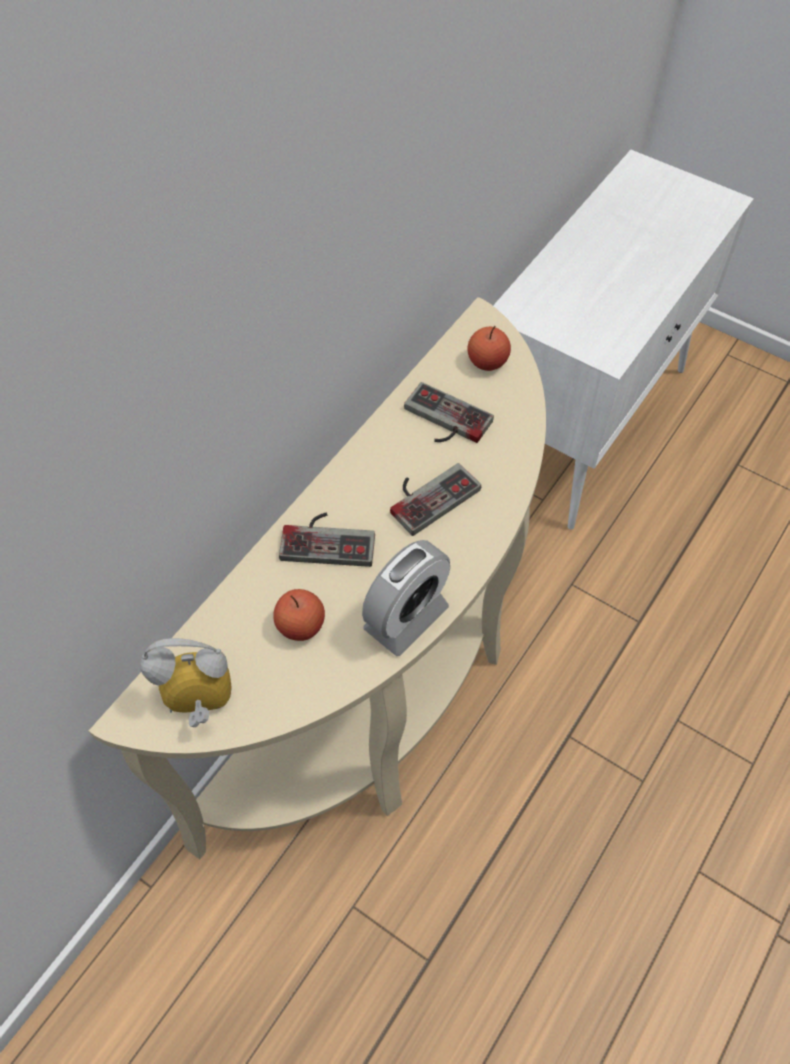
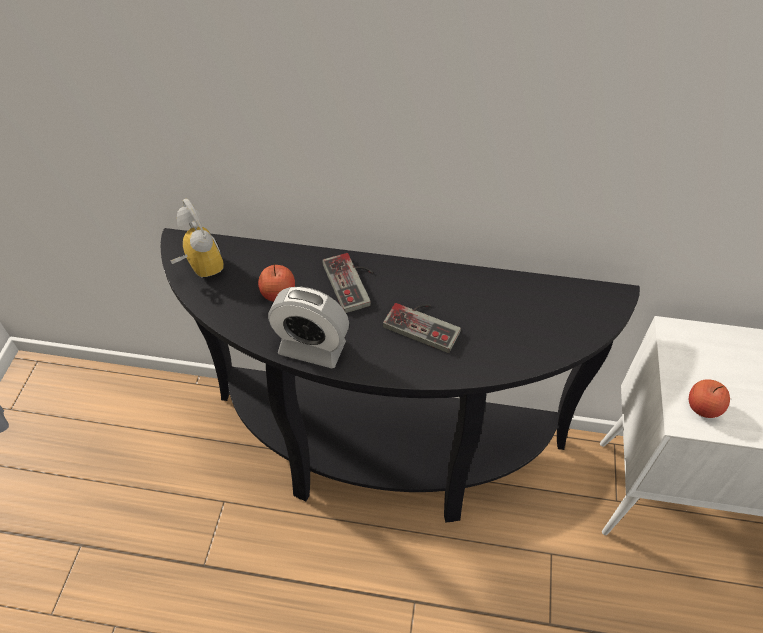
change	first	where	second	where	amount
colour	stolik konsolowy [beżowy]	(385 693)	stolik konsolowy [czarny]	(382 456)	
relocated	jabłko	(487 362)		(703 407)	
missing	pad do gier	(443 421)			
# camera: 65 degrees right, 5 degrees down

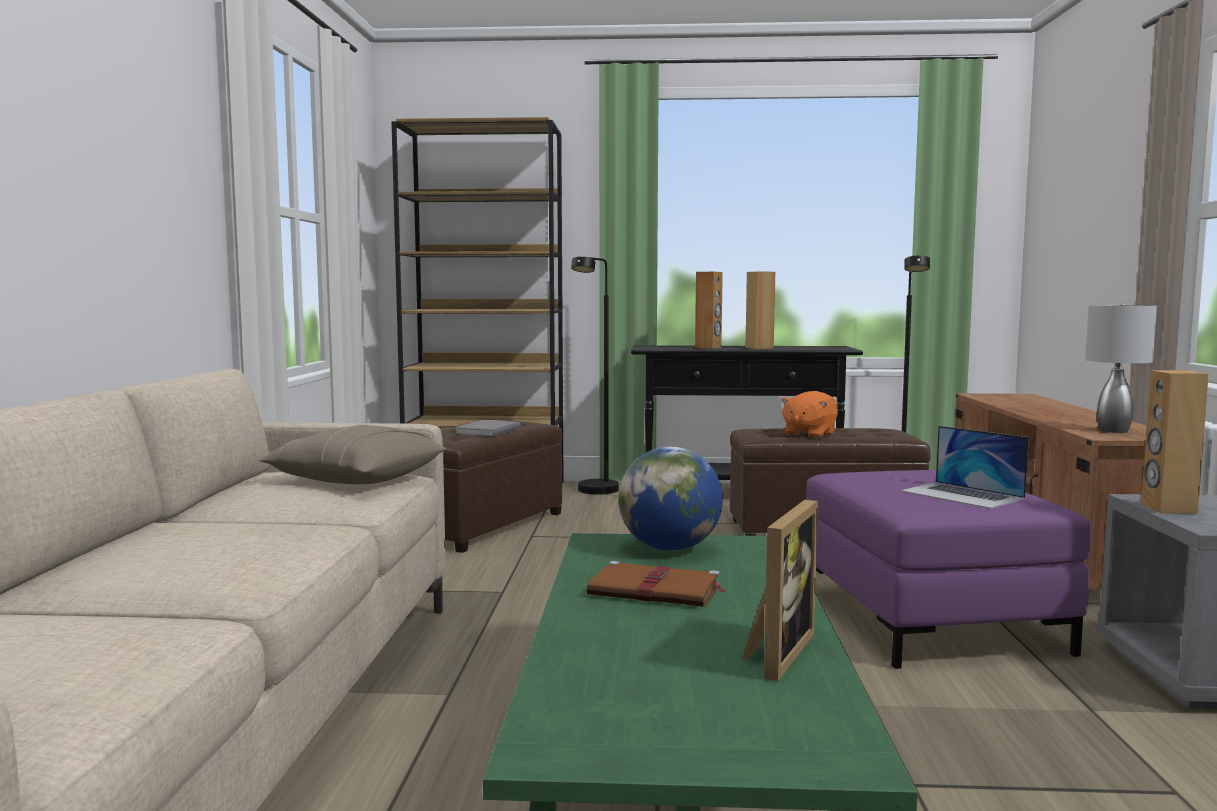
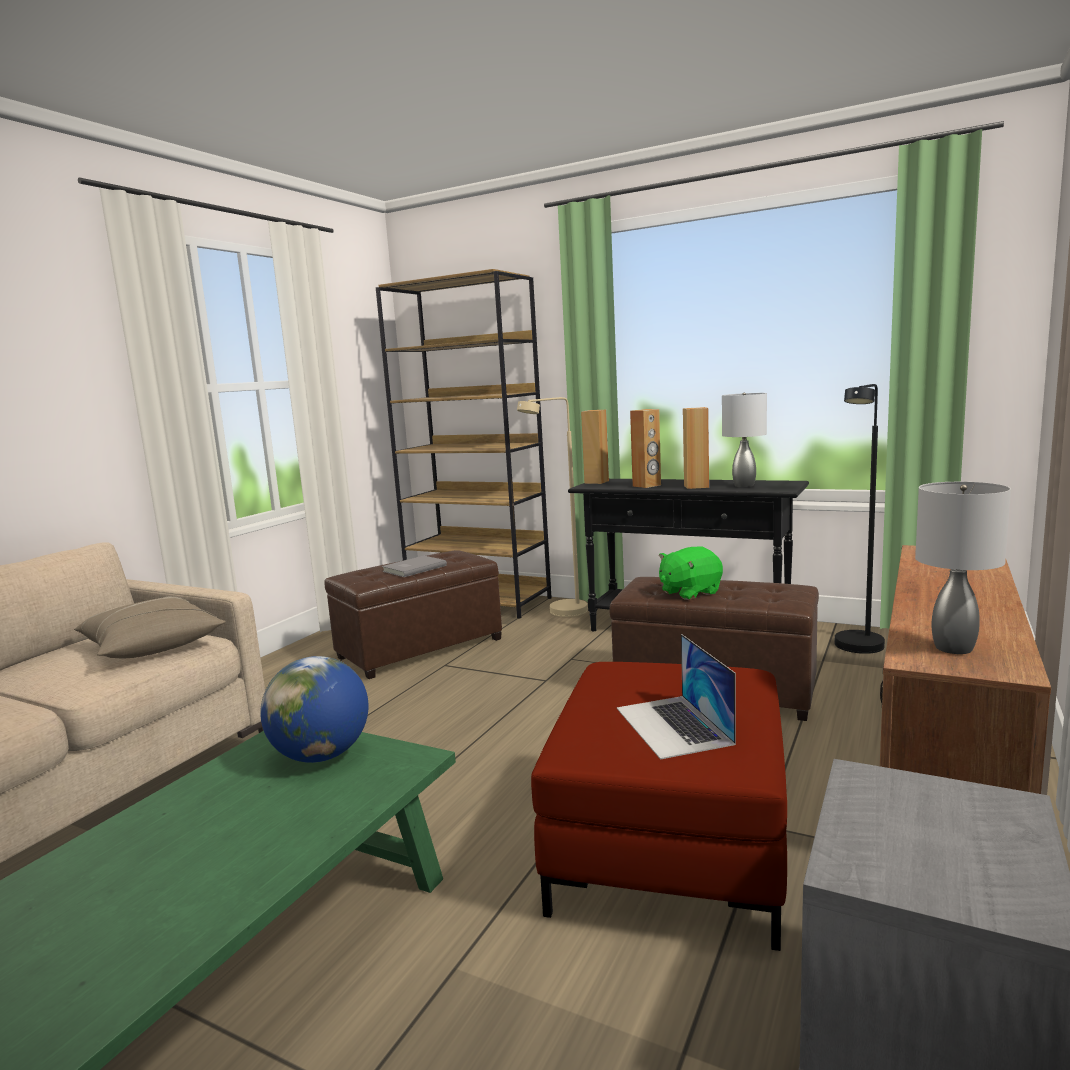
change	first	where	second	where	amount
colour	lampa stojąca [czarny]	(595 492)	lampa stojąca [beżowy]	(562 614)	
colour	pufa [fioletowy]	(931 620)	pufa [czerwony]	(671 848)	
relocated	głośnik [brązowy]	(1168 509)		(596 482)	
colour	pluszak [pomarańczowy]	(808 434)	pluszak [zielony]	(689 592)	
appeared			lampa stołowa [szary]	(743 485)	
missing	książka [brązowy]	(657 591)			
missing	ramka na zdjęcie	(775 653)			
# camera: 25 degrees right, 5 degrees up

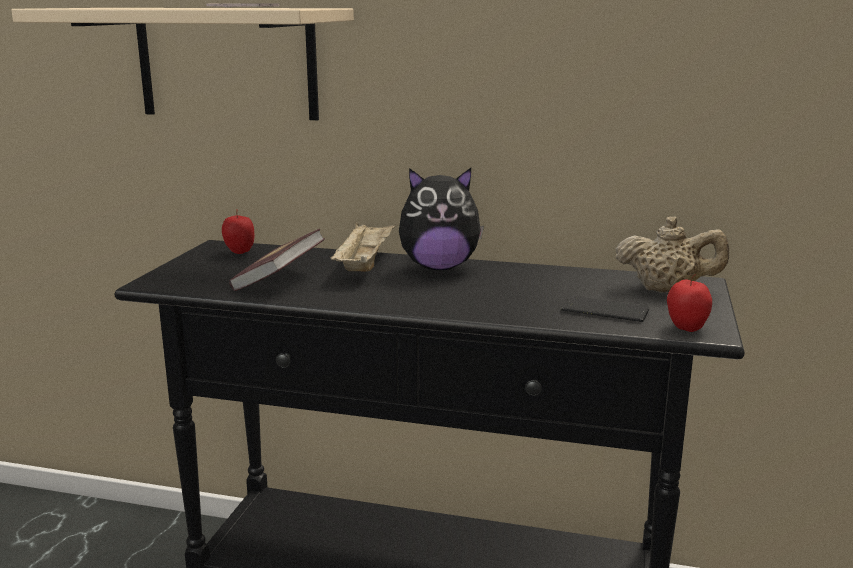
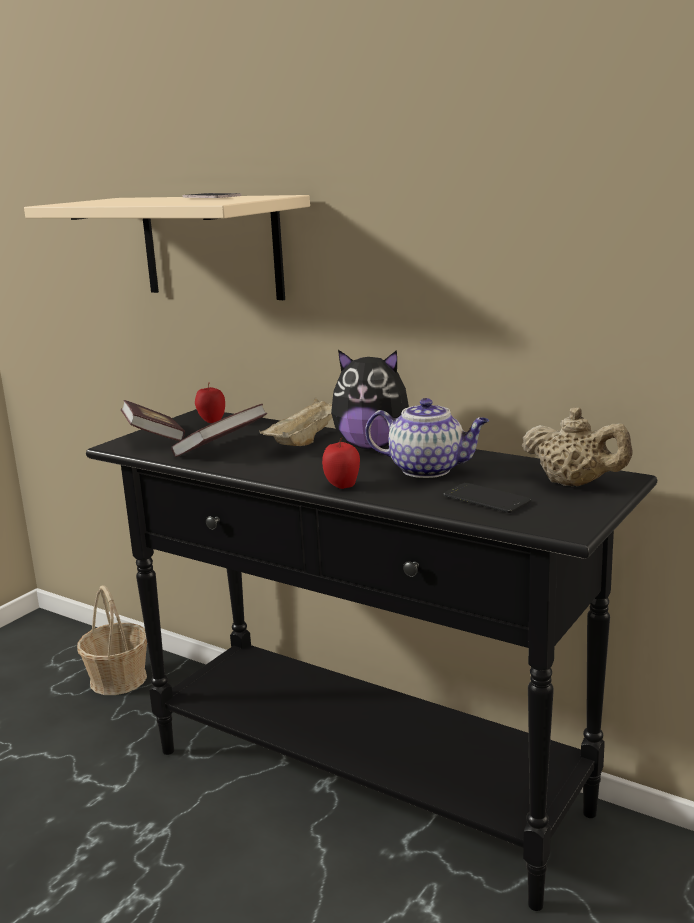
change	first	where	second	where	amount
appeared			koszyk	(118 679)	
appeared			książka	(154 439)	
relocated	jabłko	(686 328)		(342 486)	
appeared			imbryk	(428 469)	
# camera: 20 degrees right, 0 degrees up

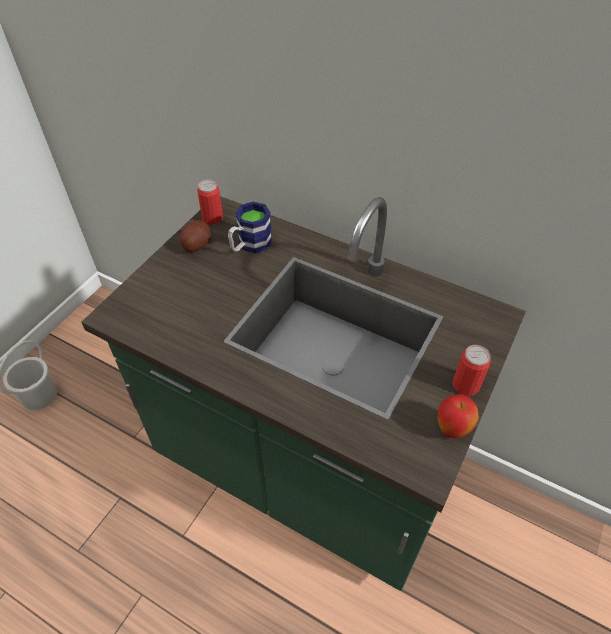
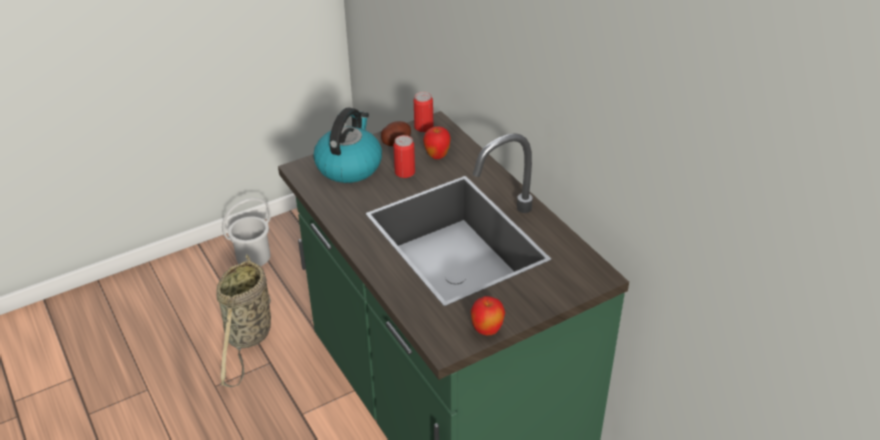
change	first	where	second	where	amount
appeared			koszyk	(249 337)	
appeared			czajnik	(349 166)	
relocated	puszka	(465 385)		(405 172)	
exchanged	kubek	(249 245)	jabłko	(437 156)	
# camera: 30 degrees right, 10 degrees down

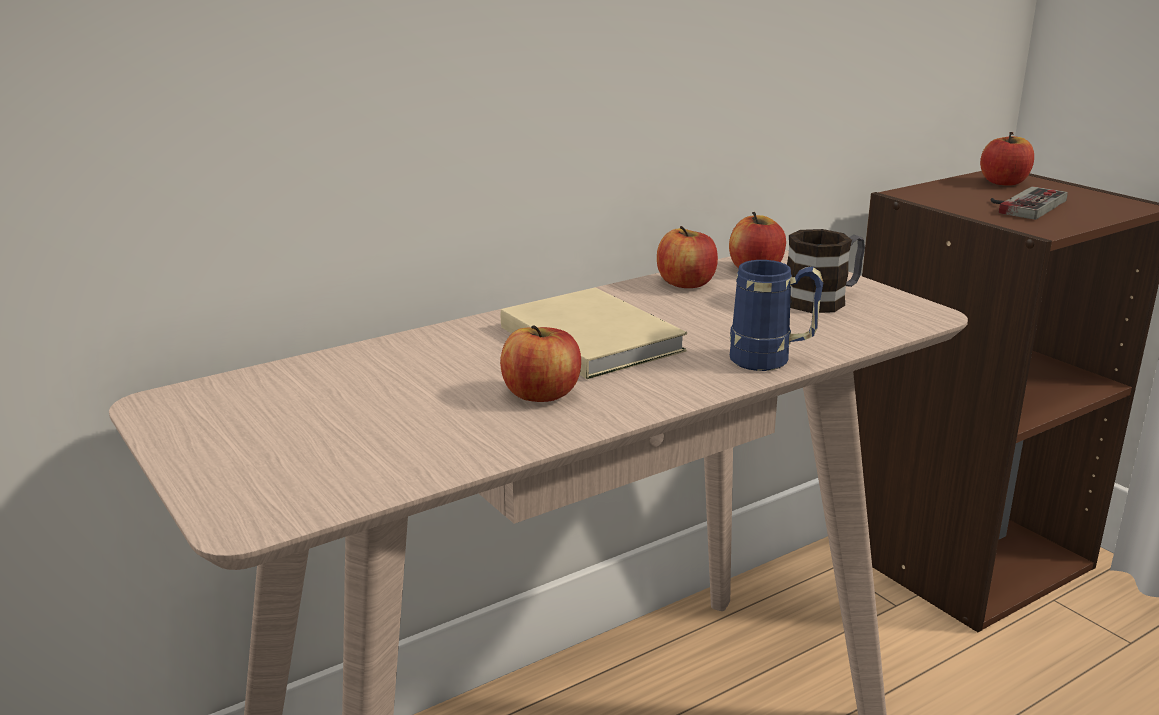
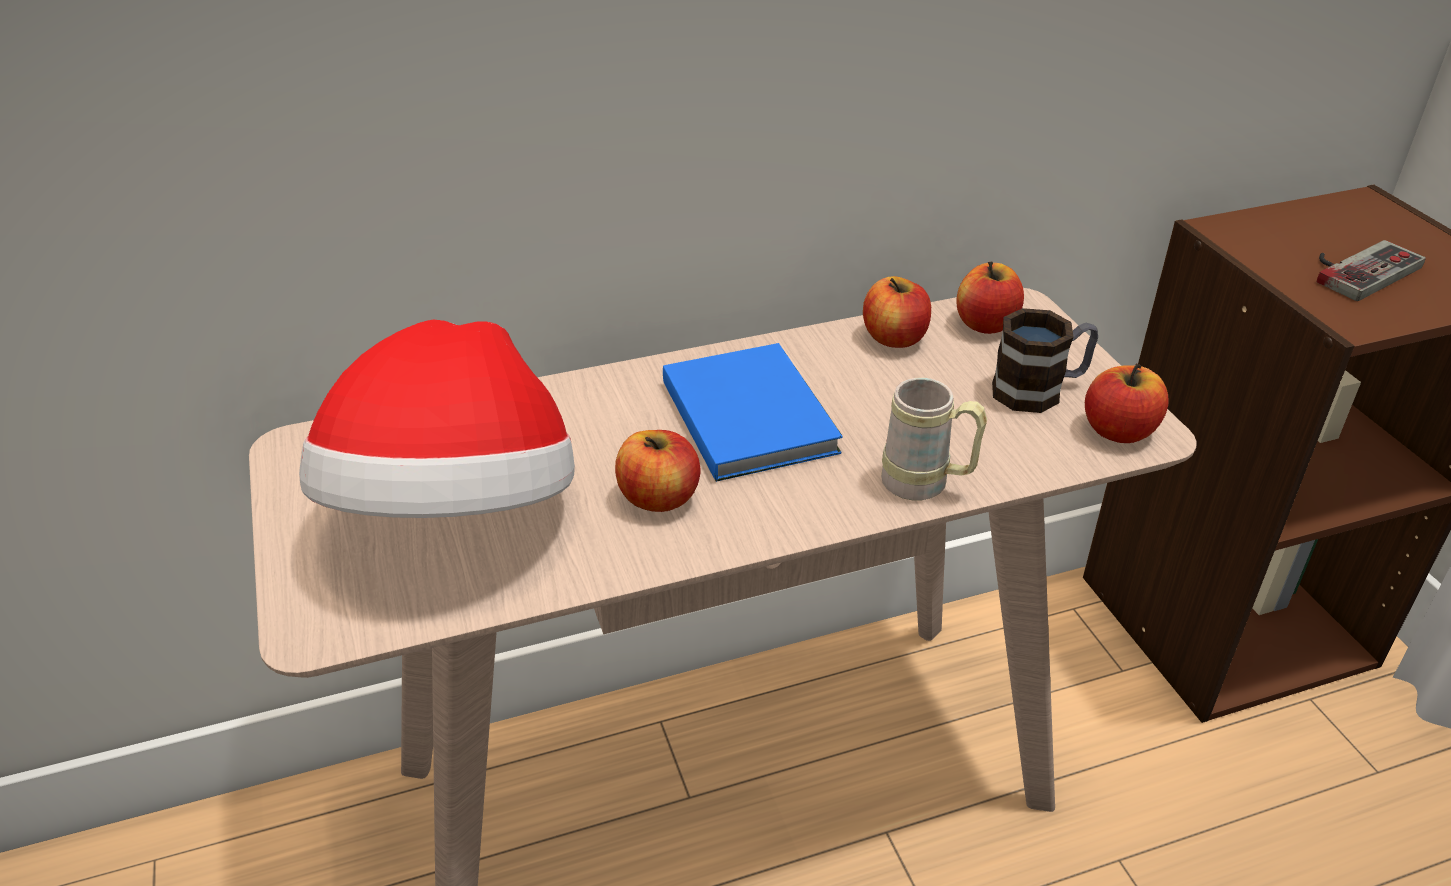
change	first	where	second	where	amount
appeared			kapelusz	(457 514)	
colour	książka [beżowy]	(590 337)	książka [niebieski]	(749 413)	
colour	kubek [niebieski]	(771 361)	kubek [beżowy]	(926 486)	
relocated	jabłko	(1004 182)		(1119 431)	
# camera: 15 degrees right, 15 degrees up

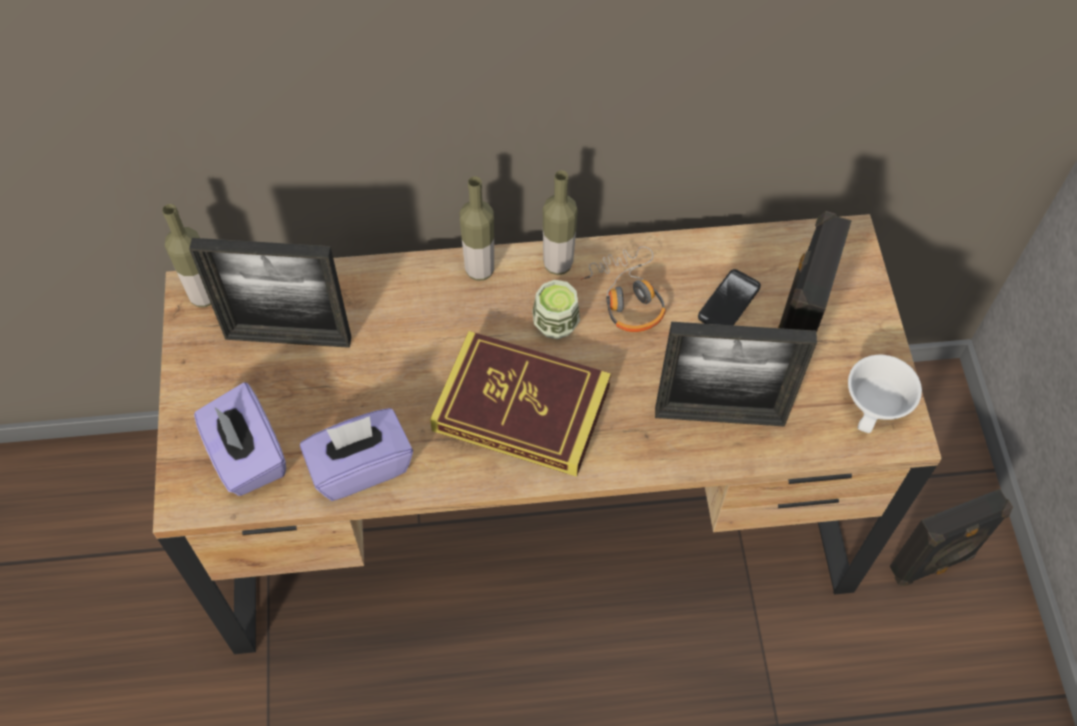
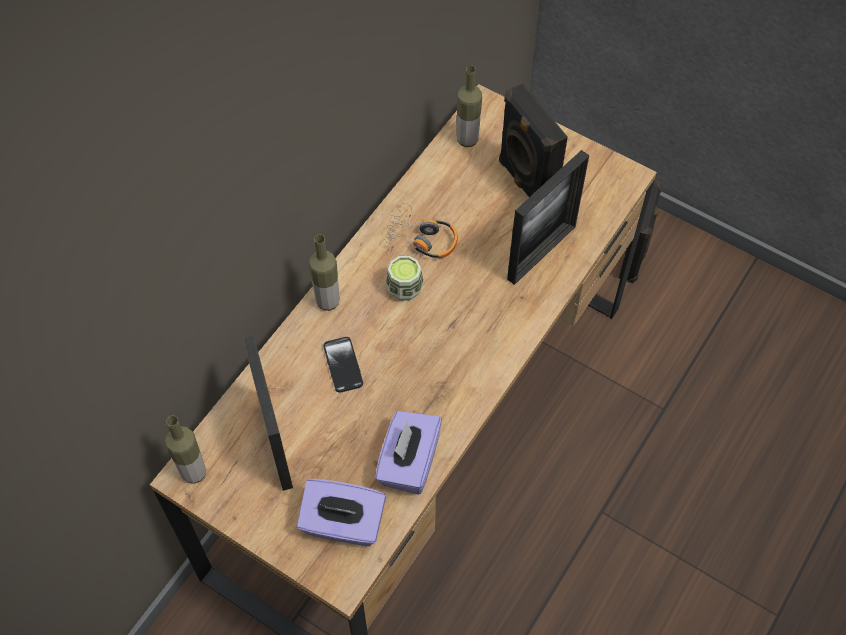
change	first	where	second	where	amount
spun	ramka na zdjęcie	(288 338)		(275 443)	60 degrees counterclockwise
relocated	telefon	(729 302)		(343 365)	
relocated	butelka	(558 264)		(467 139)	
missing	książka	(521 408)			
missing	filiżanka [biały]	(879 404)			
# camera: 50 degrees left, 0 degrees up

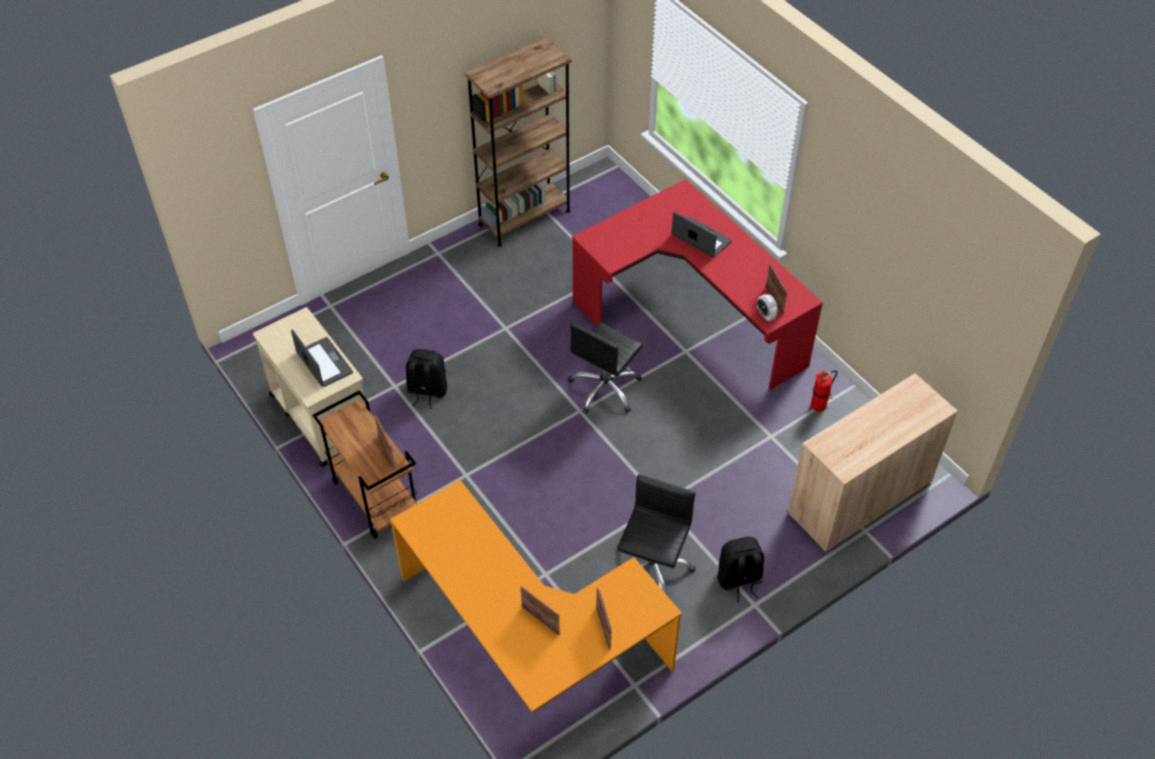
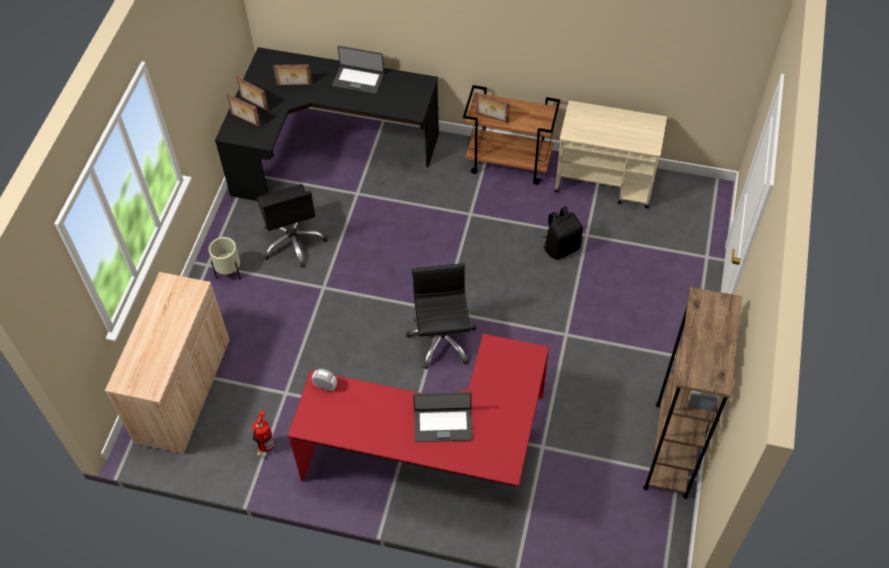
change	first	where	second	where	amount
exchanged	plecak [czarny]	(739 580)	donica [beżowy]	(229 273)	
colour	biurko [pomarańczowy]	(528 648)	biurko [czarny]	(327 150)	
relocated	ramka na zdjęcie	(775 300)		(245 121)	
relocated	laptop	(323 363)		(358 79)	
# camera: 140 degrees right, 5 degrees up

